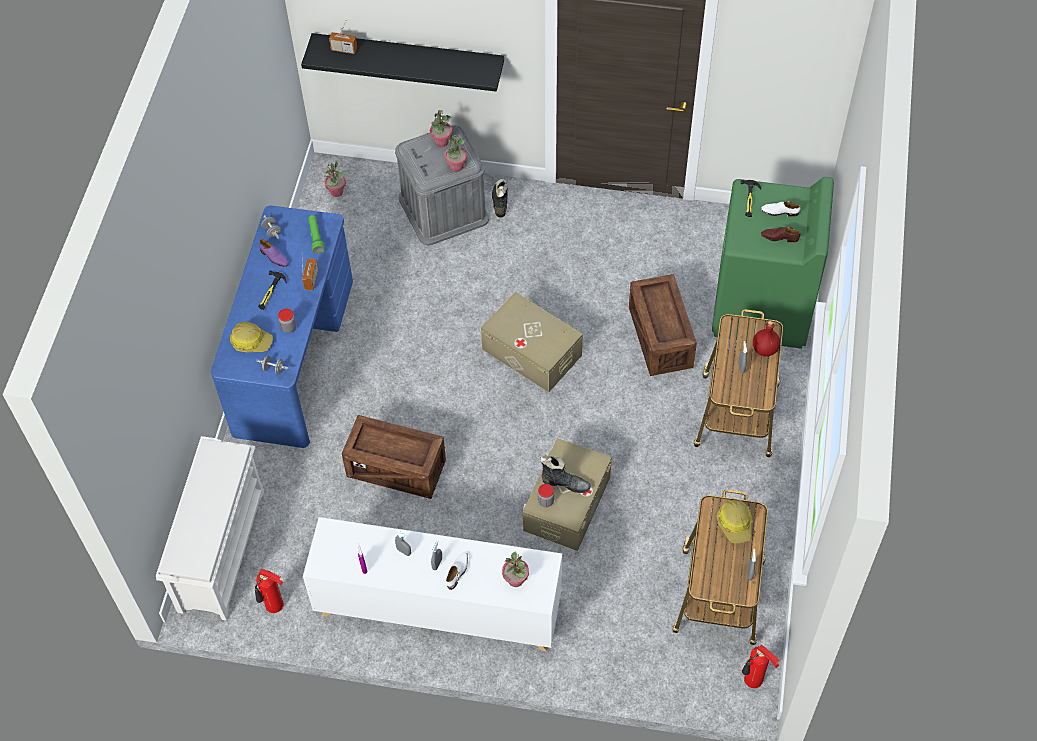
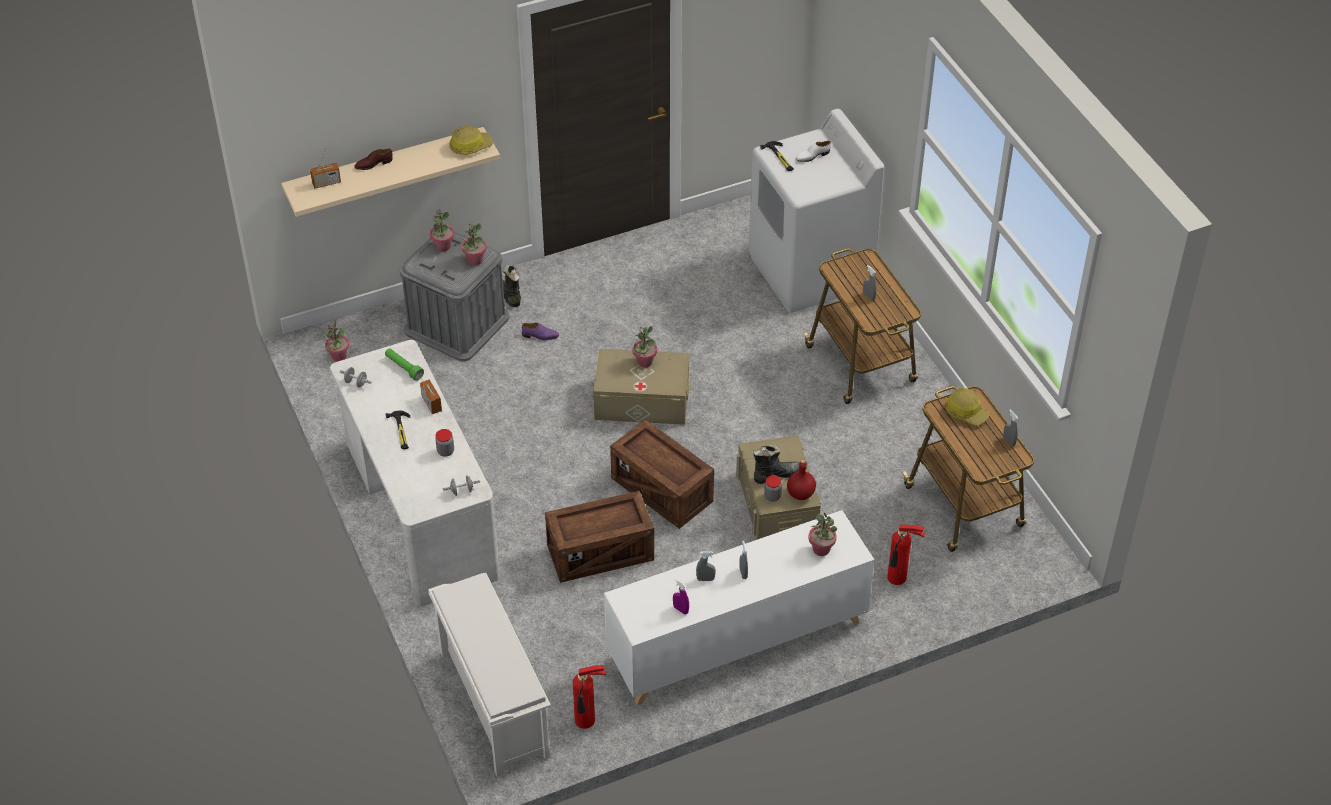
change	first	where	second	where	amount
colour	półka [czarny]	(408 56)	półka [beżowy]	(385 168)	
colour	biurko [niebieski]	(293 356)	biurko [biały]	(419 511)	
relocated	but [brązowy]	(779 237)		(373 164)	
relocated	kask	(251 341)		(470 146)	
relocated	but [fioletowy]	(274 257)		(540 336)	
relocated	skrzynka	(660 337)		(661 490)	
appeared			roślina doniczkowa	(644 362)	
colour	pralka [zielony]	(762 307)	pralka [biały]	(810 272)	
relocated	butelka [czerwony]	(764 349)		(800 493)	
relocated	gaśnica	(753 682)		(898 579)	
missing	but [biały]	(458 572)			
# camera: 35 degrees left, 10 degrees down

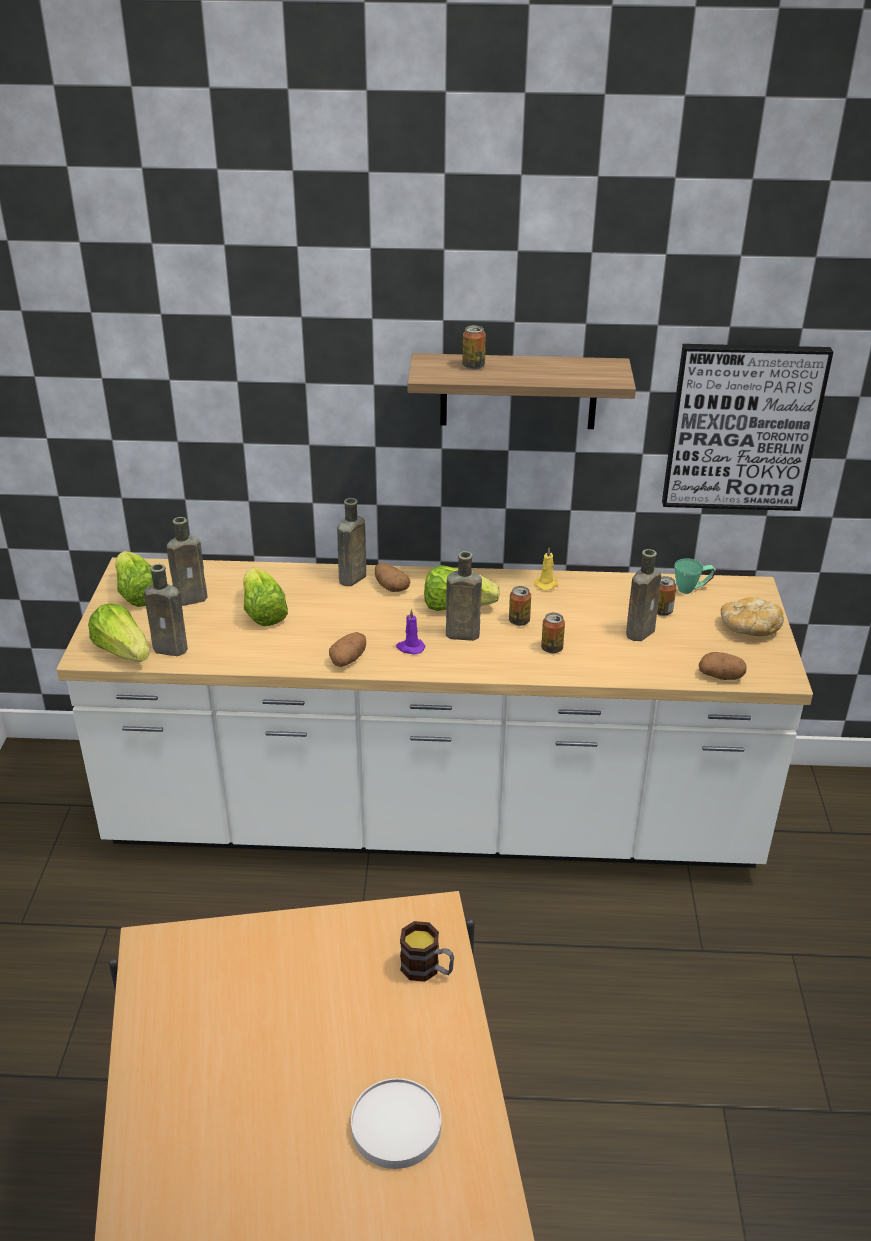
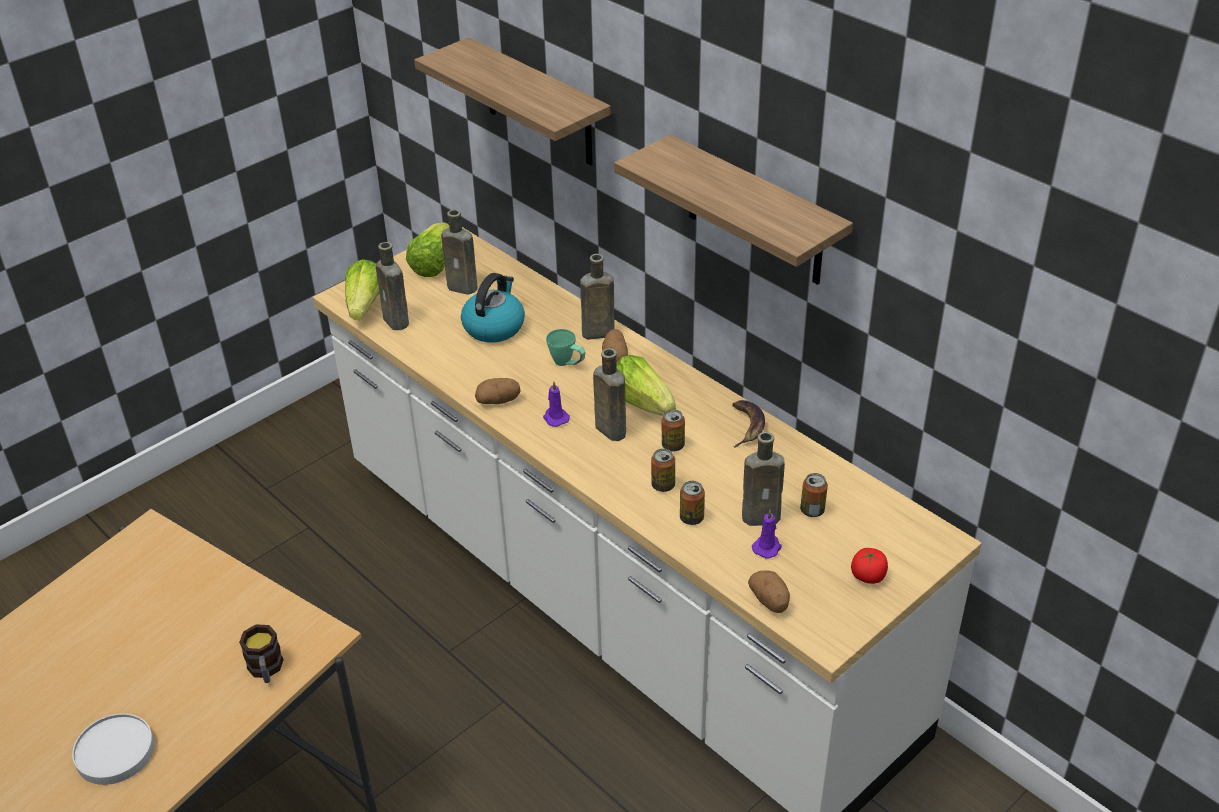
change	first	where	second	where	amount
appeared			półka	(538 104)	
exchanged	sałata	(263 612)	czajnik	(494 326)	
relocated	kubek [zielony]	(691 589)		(567 364)	
relocated	puszka	(473 366)		(691 518)	
exchanged	świeca [żółty]	(547 584)	banan	(747 426)	
appeared			świeca [fioletowy]	(767 547)	
exchanged	chleb	(748 629)	pomidor	(868 576)	
missing	obraz	(742 427)			
# camera: 45 degrees right, 5 degrees up

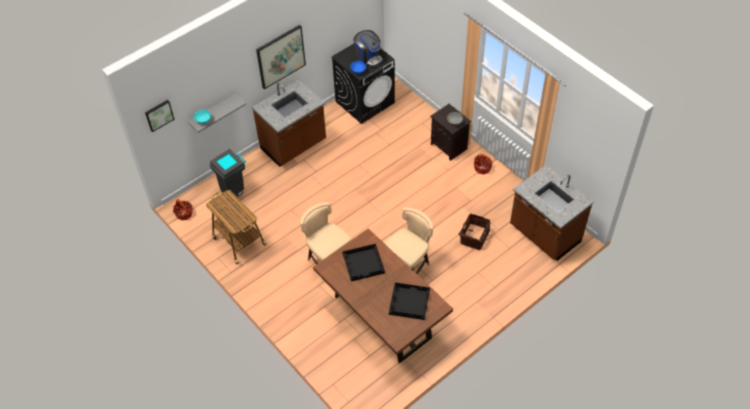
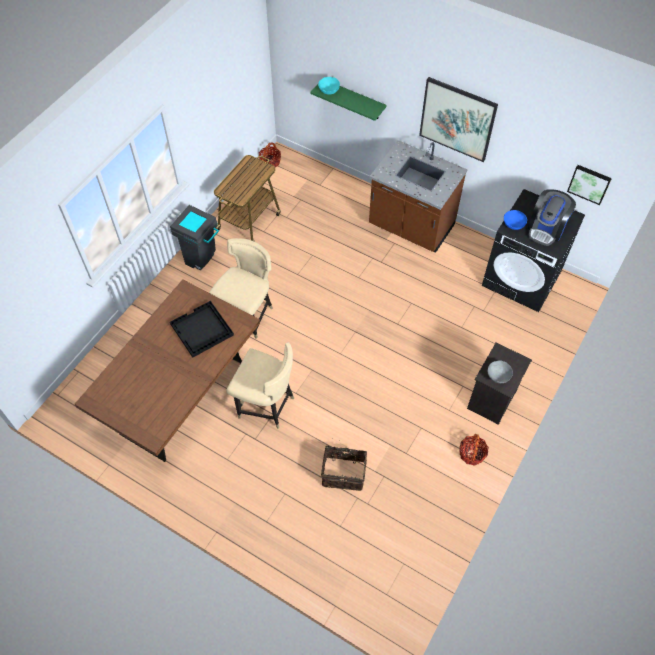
change	first	where	second	where	amount
relocated	kosz na śmieci [szary]	(234 191)		(203 261)	
colour	półka [szary]	(213 112)	półka [zielony]	(353 100)	
relocated	obraz	(159 115)		(589 183)	
missing	taca [czarny]	(409 301)			
missing	zabudowa kuchenna [brązowy]	(544 235)			
# camera: 70 degrees right, 5 degrees up

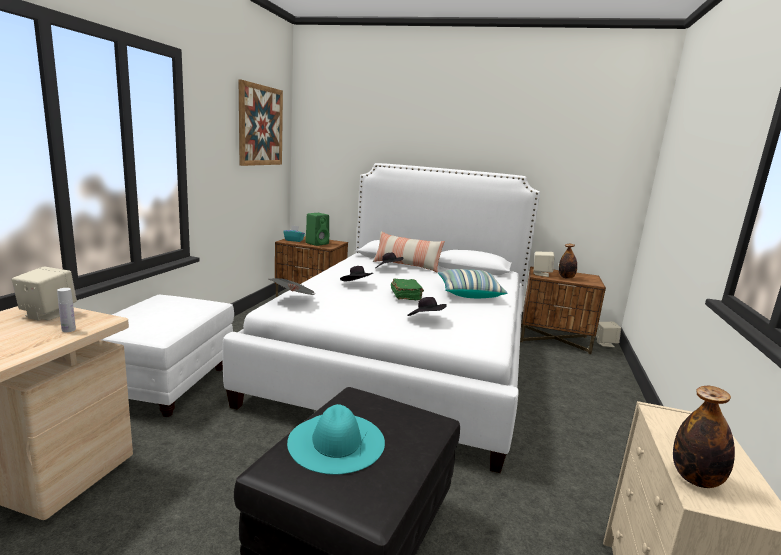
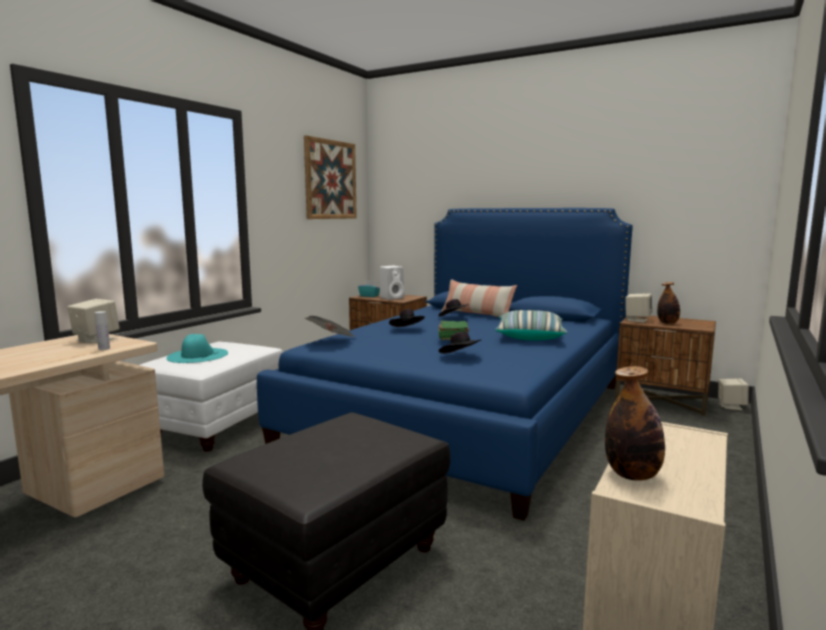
change	first	where	second	where	amount
relocated	kapelusz [turkusowy]	(336 441)		(197 355)	
colour	łóżko [biały]	(404 357)	łóżko [niebieski]	(466 412)	
colour	głośnik [zielony]	(317 243)	głośnik [biały]	(392 298)	
# camera: 15 degrees right, 5 degrees down

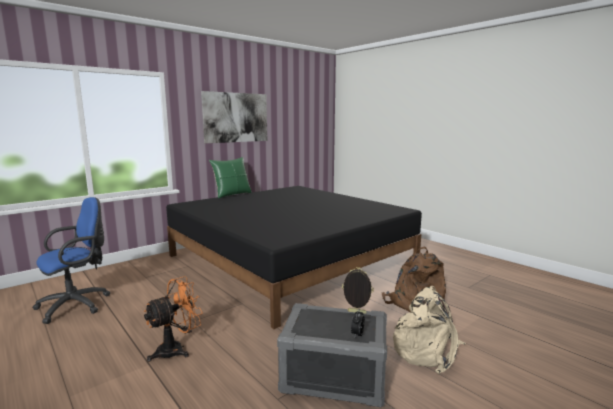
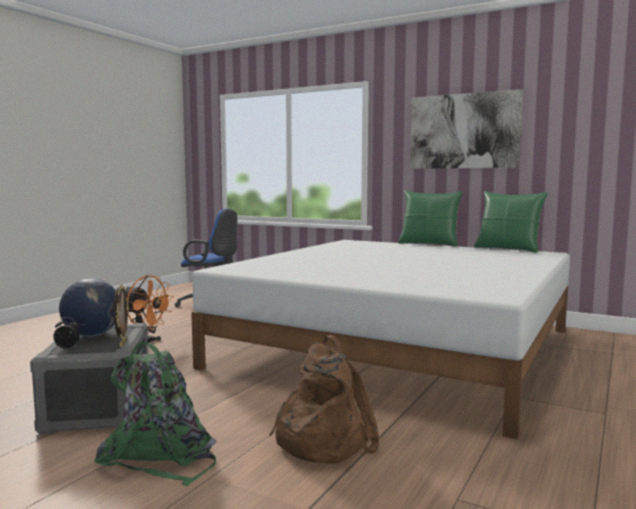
change	first	where	second	where	amount
appeared			globus	(91 335)	
colour	plecak [beżowy]	(427 350)	plecak [zielony]	(162 456)	
colour	łóżko [czarny]	(290 260)	łóżko [biały]	(399 348)	
appeared			poduszka [zielony]	(508 249)	
# camera: 70 degrees right, 5 degrees down

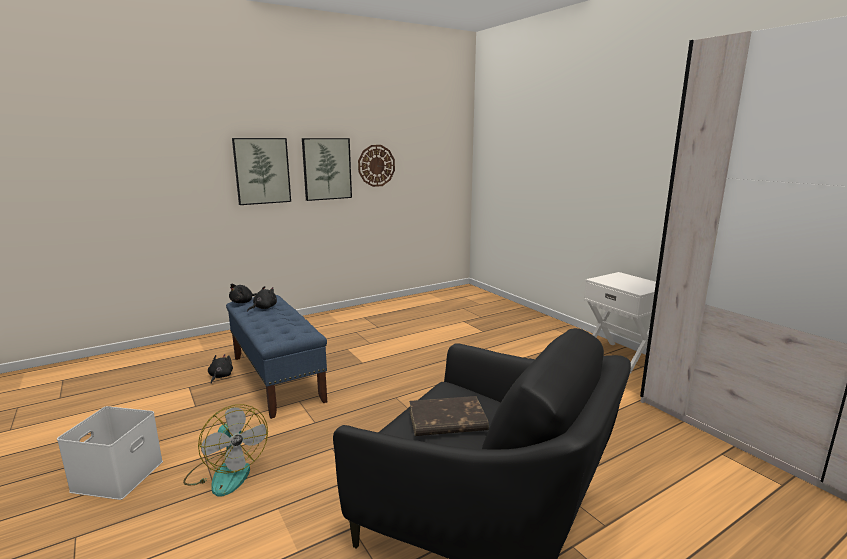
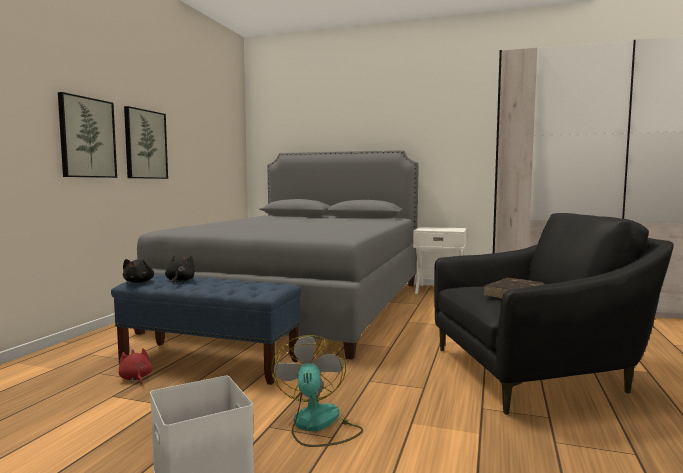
change	first	where	second	where	amount
colour	pluszak [czarny]	(220 376)	pluszak [czerwony]	(135 378)	
appeared			łóżko [szary]	(301 305)	
spun	wentylator	(226 472)		(317 425)	105 degrees counterclockwise
missing	zegar ścienny	(376 165)			
# camera: 40 degrees left, 10 degrees down

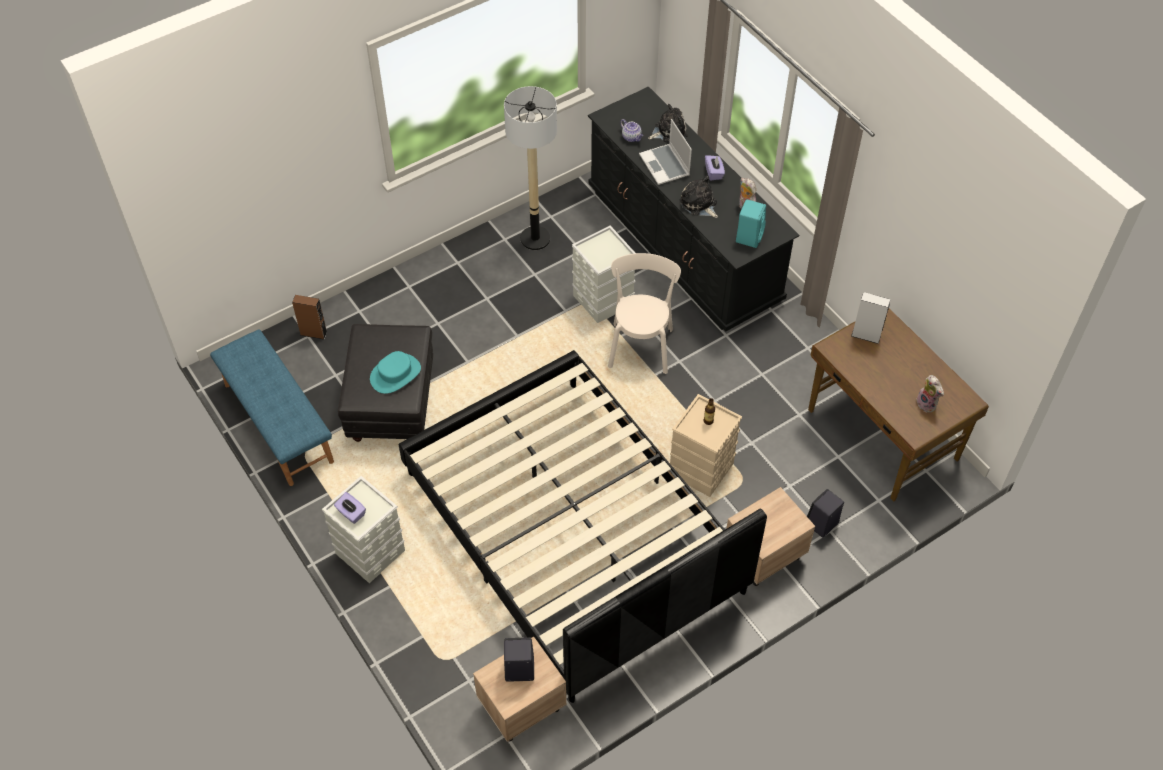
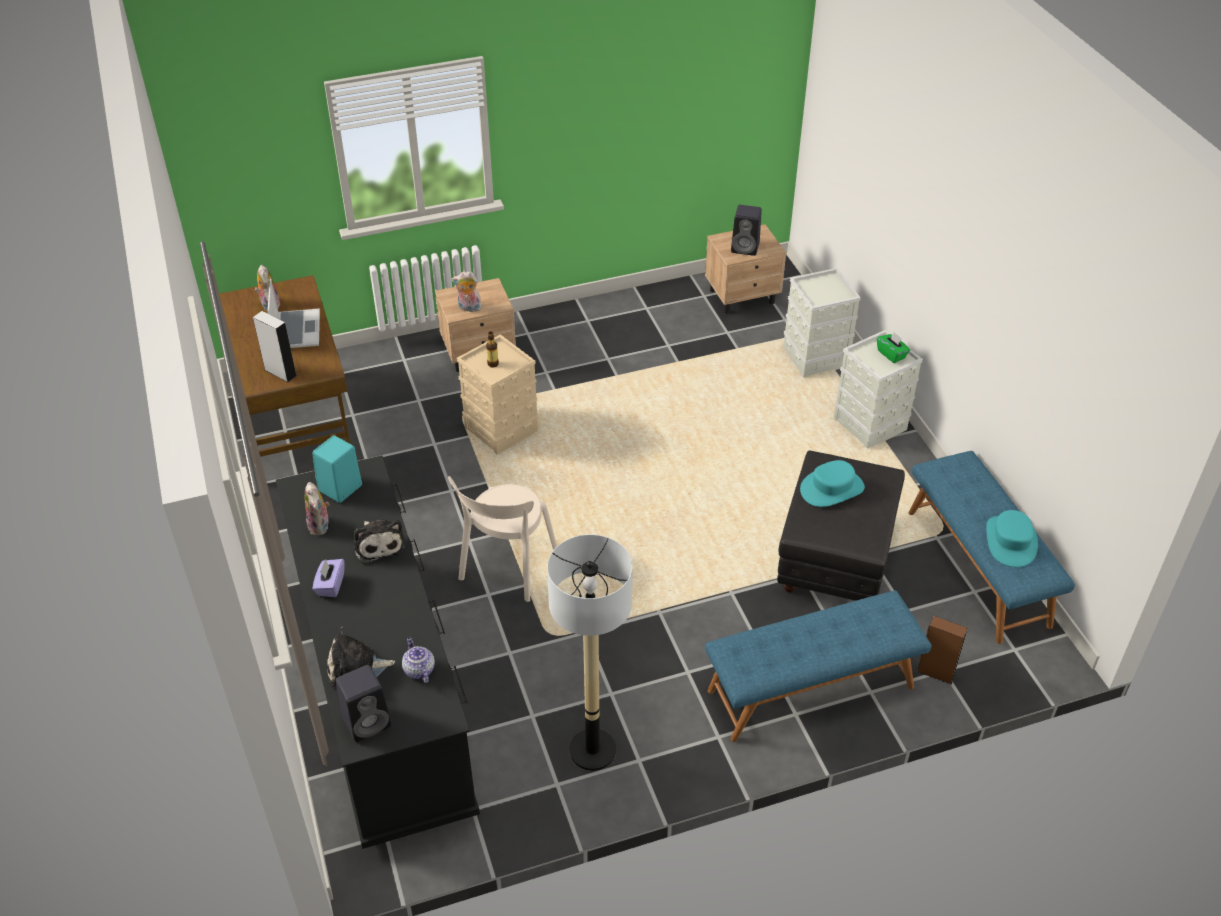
change	first	where	second	where	amount
relocated	laptop	(665 165)		(296 330)	
relocated	głośnik [czarny]	(821 524)		(368 721)	
appeared			pluszak	(468 308)	
appeared			ławka [niebieski]	(811 690)	
relocated	pojemnik do przechowywania [szary]	(603 301)		(815 357)	
colour	pudełko chusteczek [fioletowy]	(351 513)	pudełko chusteczek [zielony]	(891 354)	
appeared			kapelusz [turkusowy]	(1010 541)	
missing	łóżko [czarny]	(572 532)			
# camera: 165 degrees left, 10 degrees down

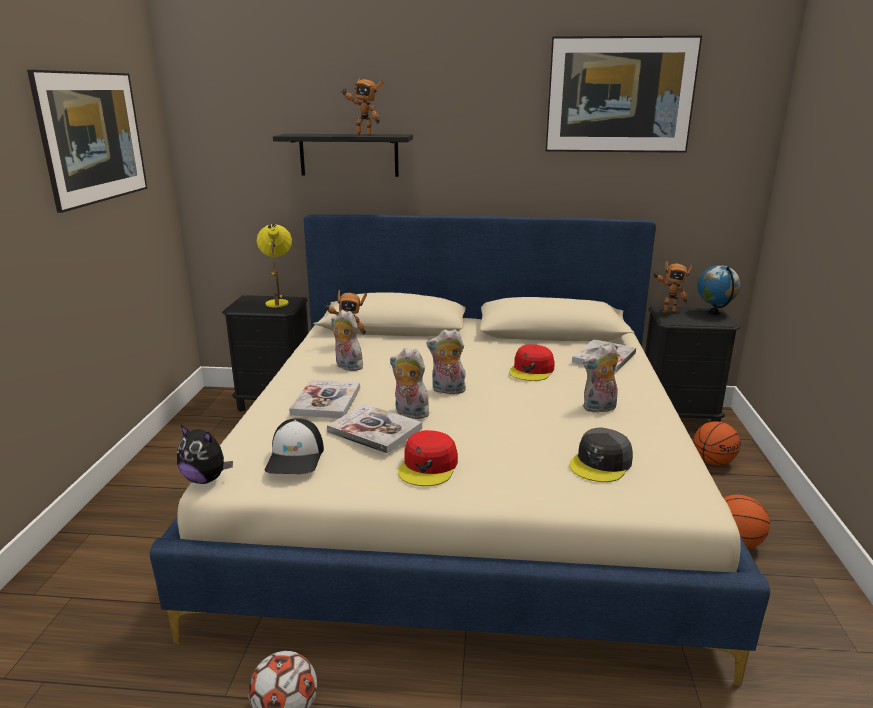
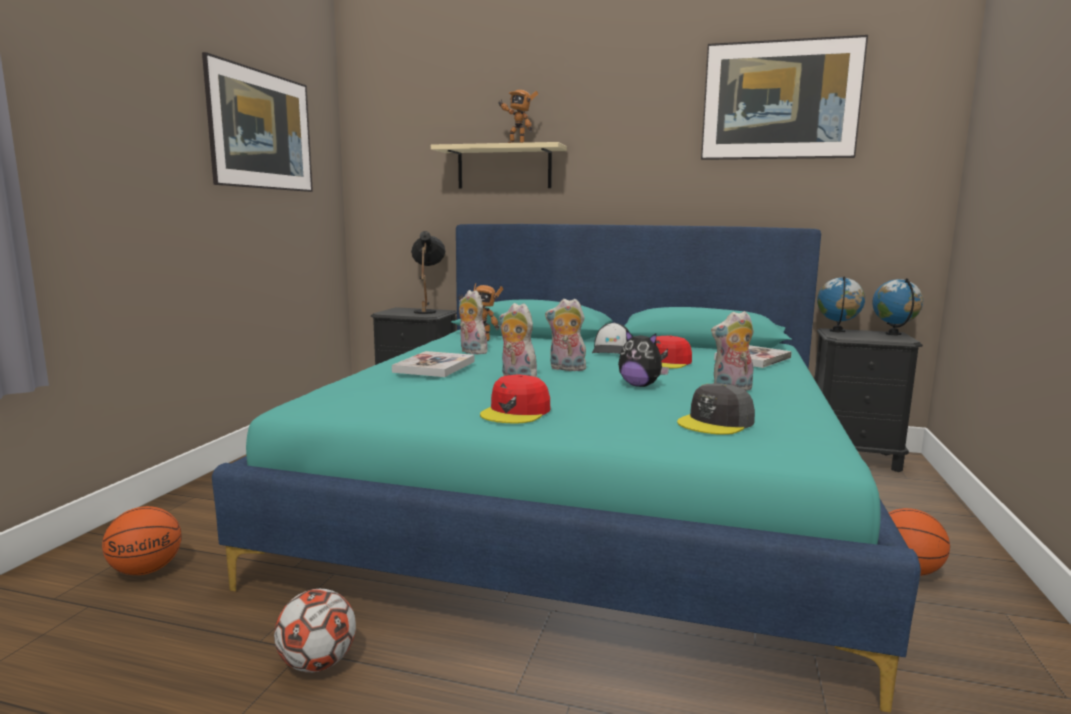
change	first	where	second	where	amount
relocated	piłka do koszykówki	(713 461)		(147 570)	
colour	łóżko [beżowy]	(463 492)	łóżko [turkusowy]	(586 498)	
colour	lampa stołowa [żółty]	(278 301)	lampa stołowa [czarny]	(427 311)	
colour	półka [czarny]	(349 155)	półka [beżowy]	(504 167)	
relocated	czapka z daszkiem	(296 457)		(612 350)	
relocated	pluszak	(206 479)		(640 385)	
exchanged	robot zabawkowy	(667 311)	globus	(837 331)	
missing	książka	(375 430)			
# camera: 10 degrees right, 10 degrees down

